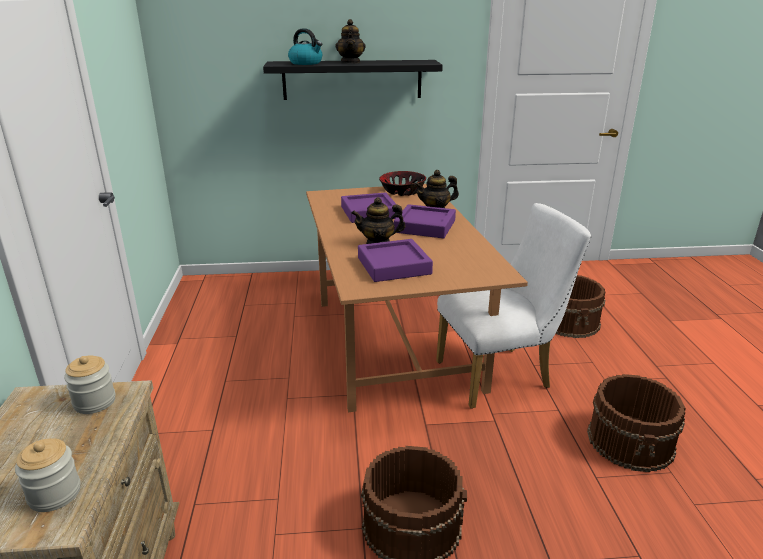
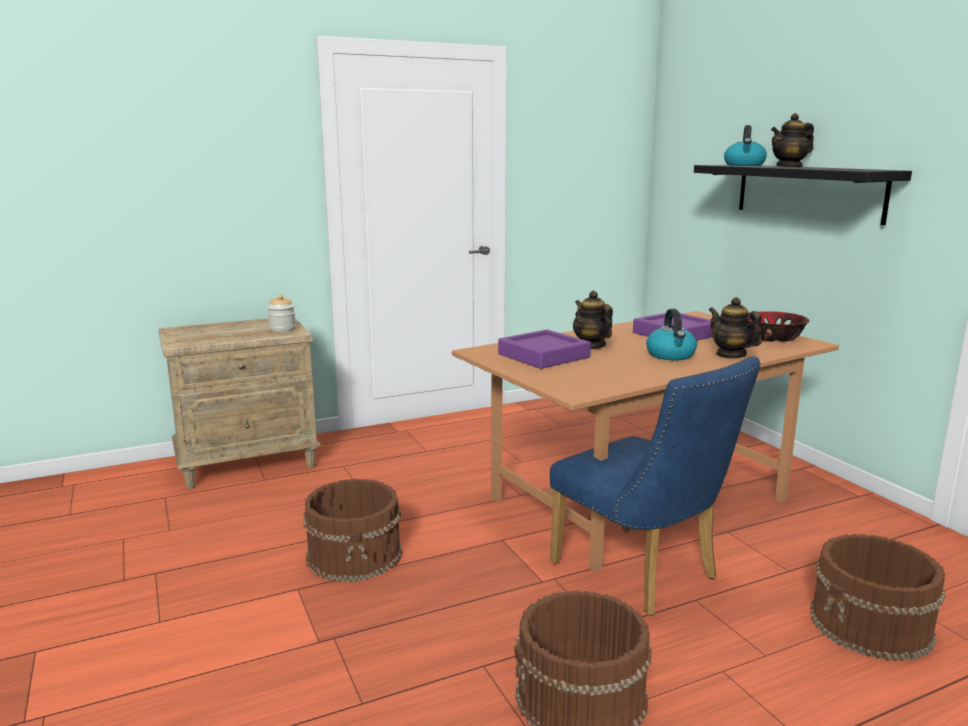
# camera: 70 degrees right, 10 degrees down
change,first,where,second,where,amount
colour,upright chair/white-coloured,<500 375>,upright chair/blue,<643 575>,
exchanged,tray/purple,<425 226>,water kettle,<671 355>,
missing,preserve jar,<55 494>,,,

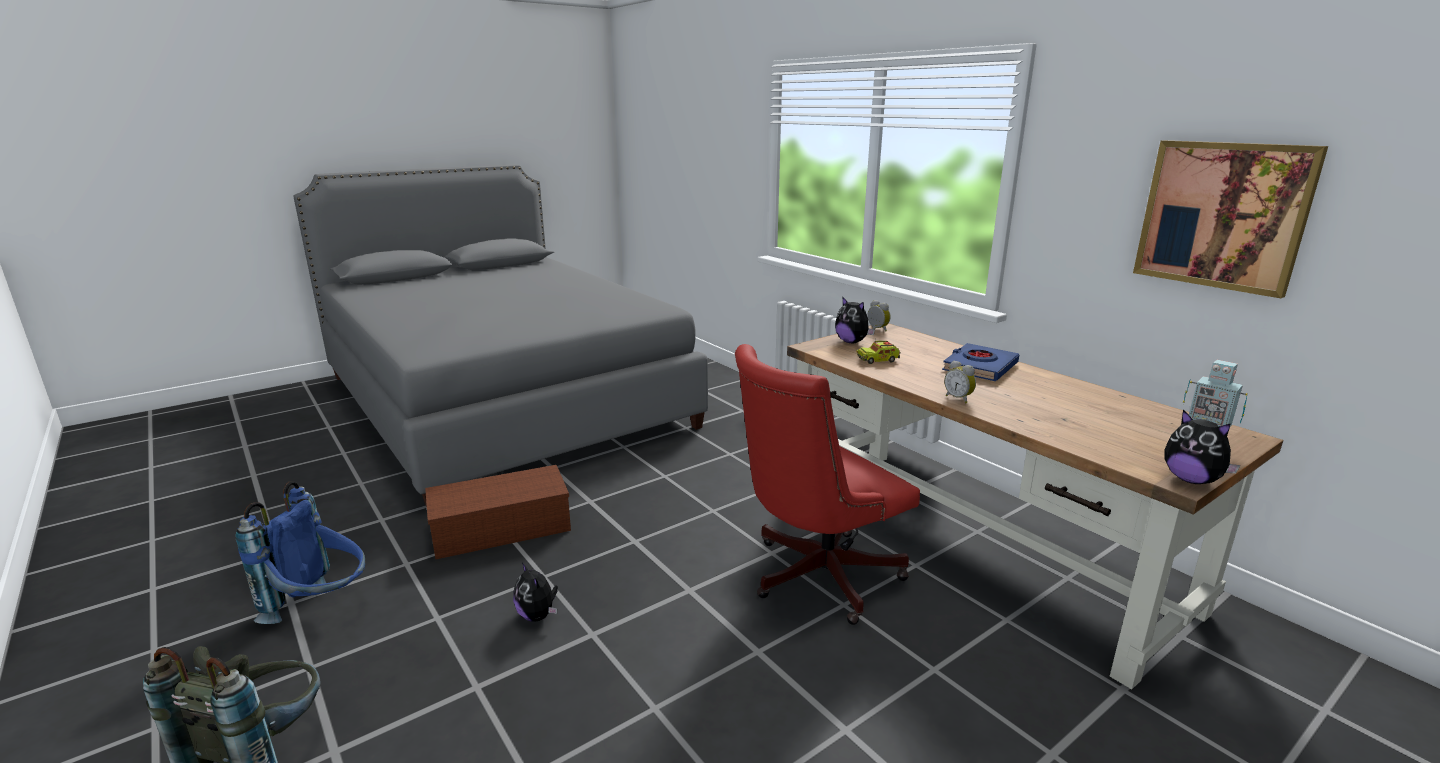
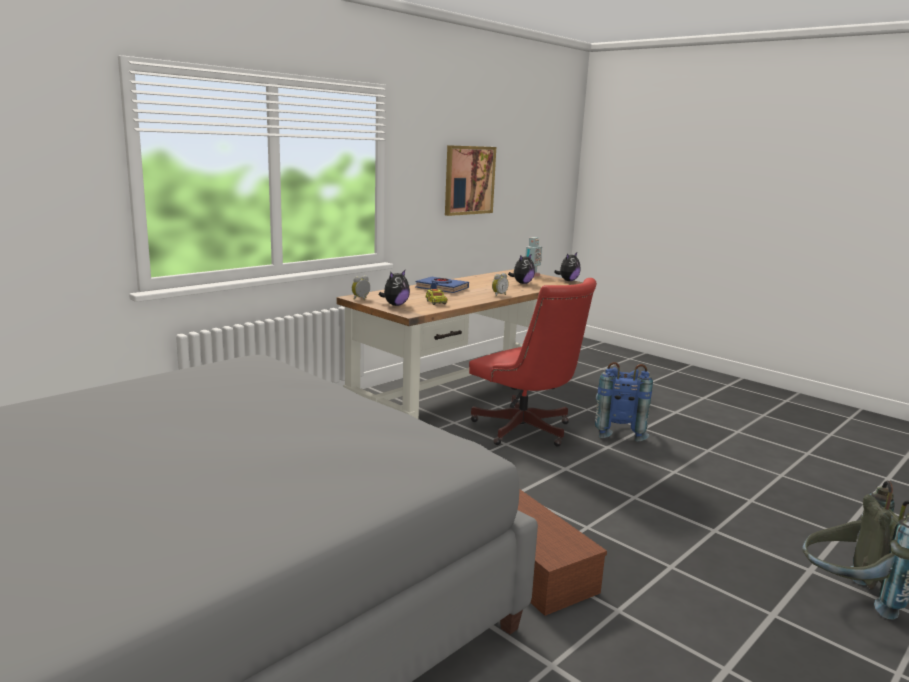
# camera: 100 degrees left, 5 degrees down
change,first,where,second,where,amount
relocated,knapsack/blue,<322 608>,,<617 431>,
relocated,plush toy,<538 615>,,<522 283>,

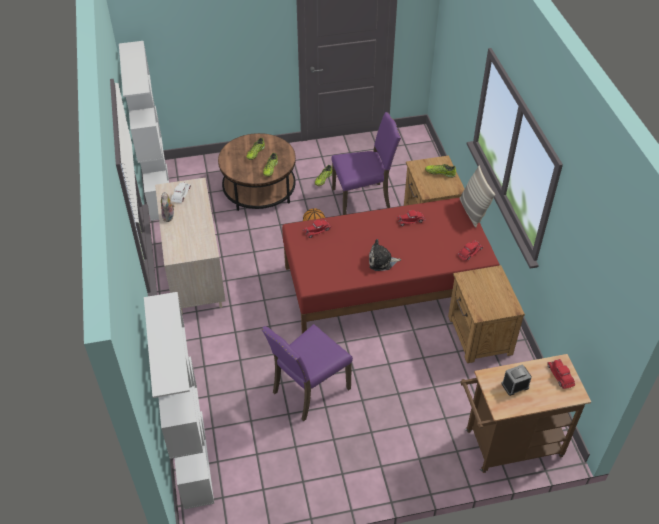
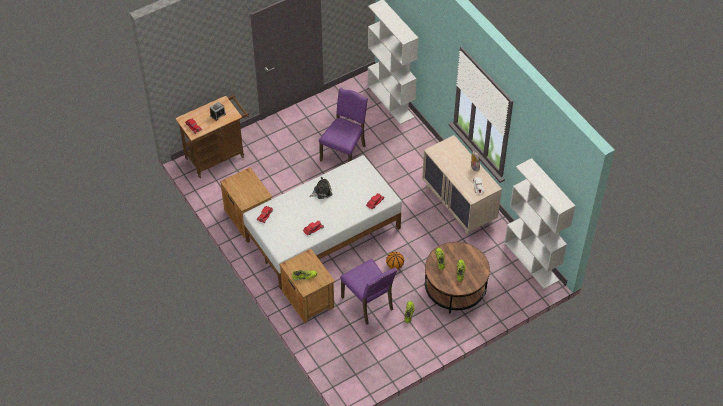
# camera: 160 degrees right, 5 degrees up
change,first,where,second,where,amount
spun,upright chair/purple,<362 199>,,<369 303>,90 degrees counterclockwise
missing,pillow,<472 212>,,,
colour,bed/reddish,<386 286>,bed/white-coloured,<322 234>,

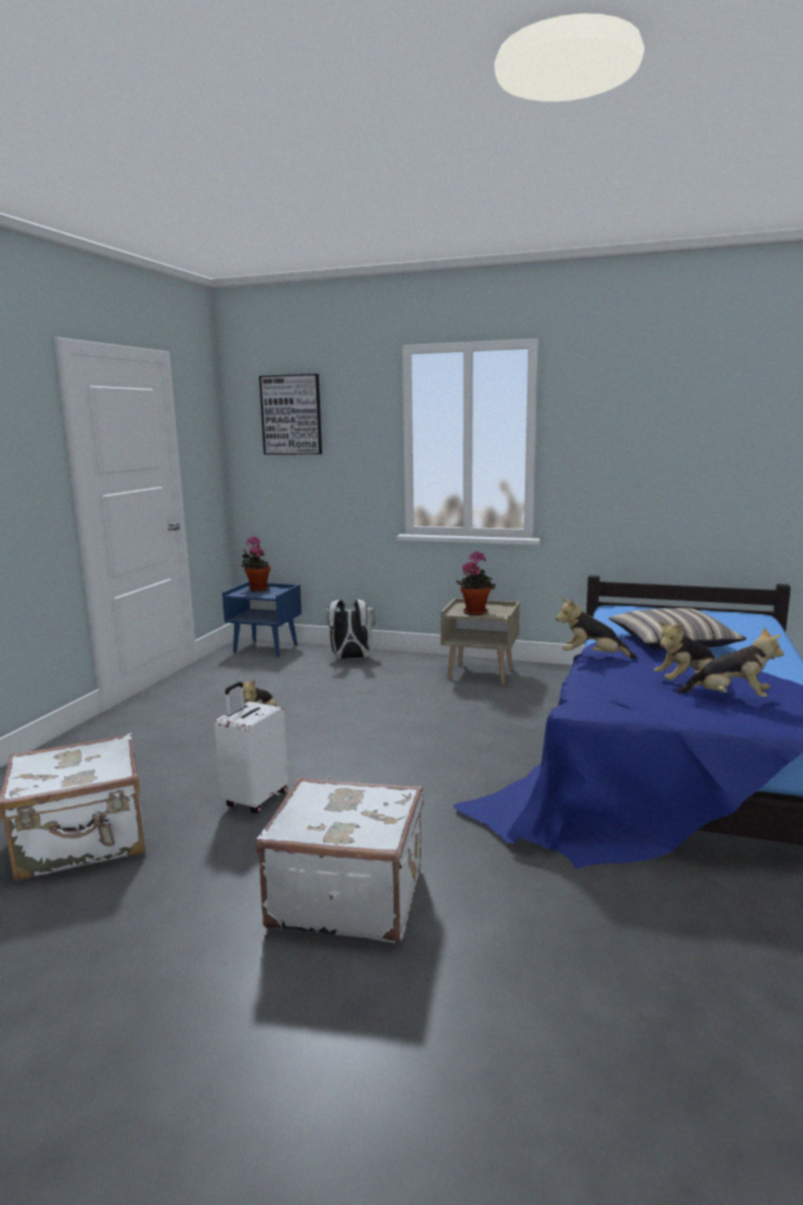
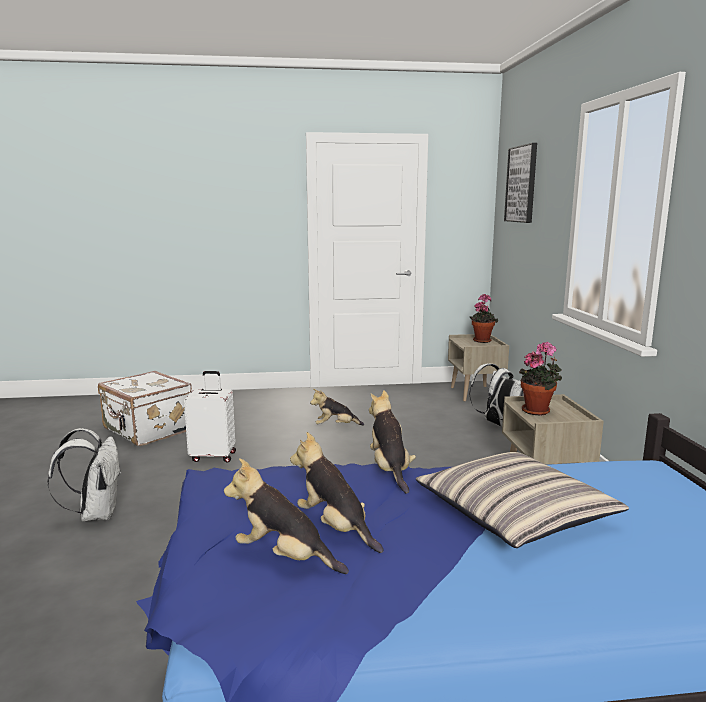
# camera: 65 degrees right, 0 degrees up
change,first,where,second,where,amount
colour,nightstand/blue,<266 648>,nightstand/beige,<475 393>,
spun,plush toy,<730 698>,,<284 557>,120 degrees clockwise
exchanged,suitcase/white-coloured,<347 896>,knapsack/white-coloured,<96 514>,

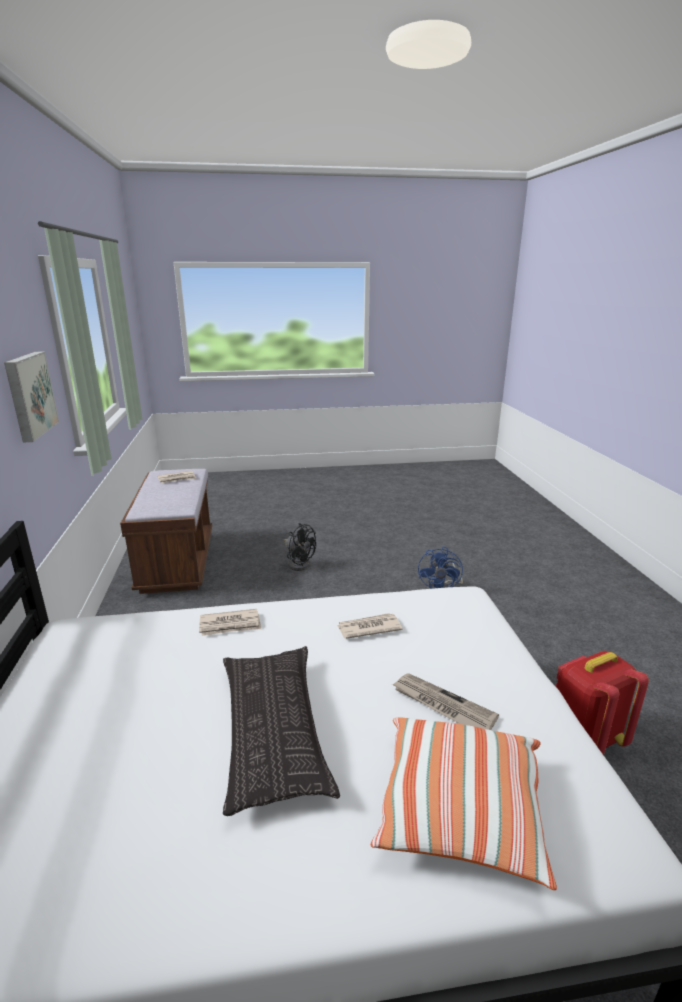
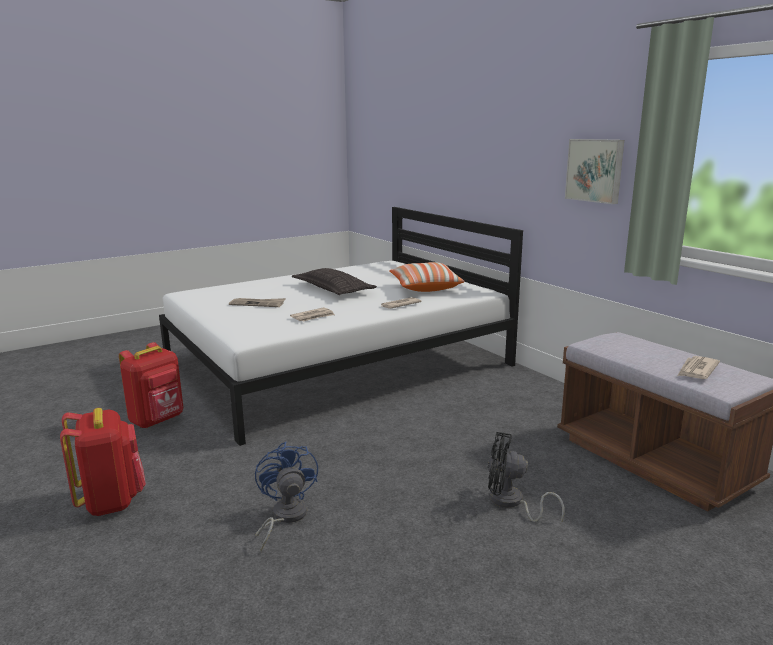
# camera: 155 degrees right, 5 degrees down
change,first,where,second,where,amount
relocated,pillow,<461 811>,,<424 288>,
appeared,,,knapsack/reddish,<111 501>,

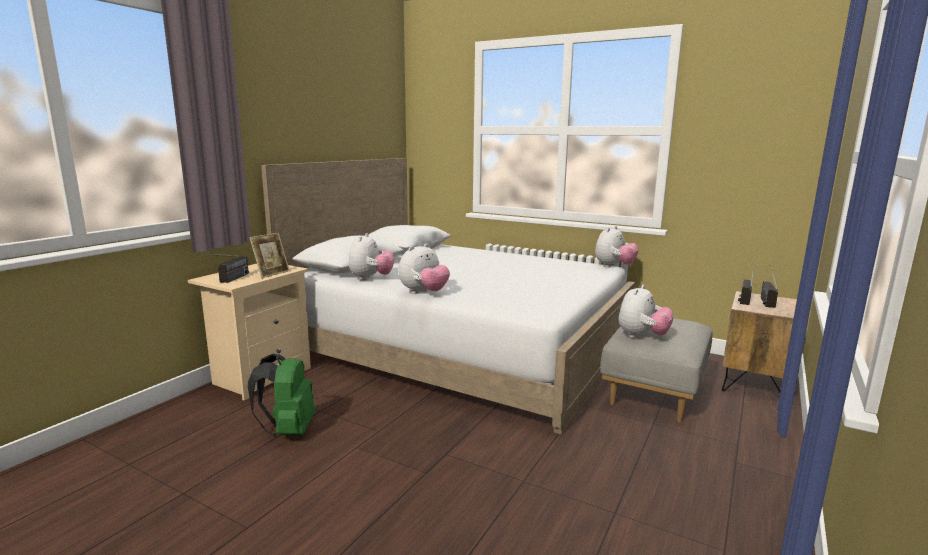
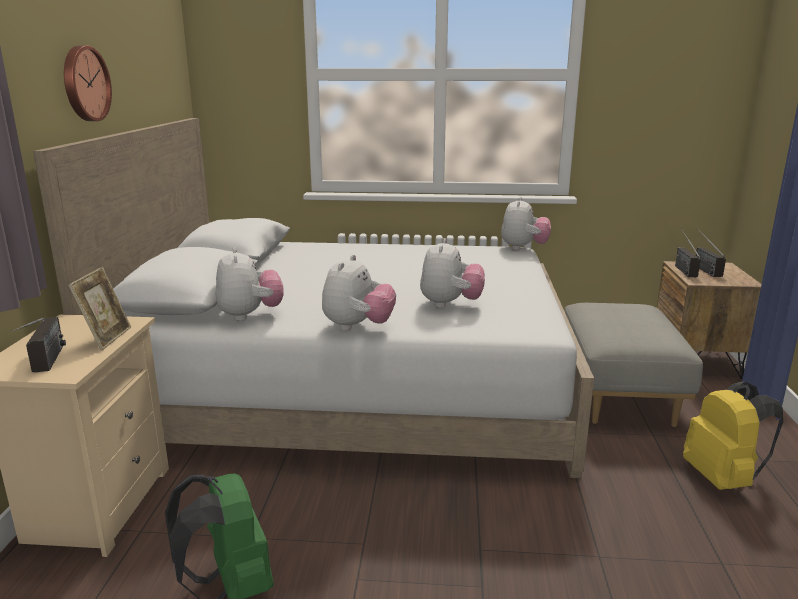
# camera: 25 degrees left, 5 degrees up
change,first,where,second,where,amount
relocated,plush toy,<642 336>,,<450 304>,
appeared,,,hanging clock,<84 84>,
appeared,,,knapsack/yellow,<723 479>,

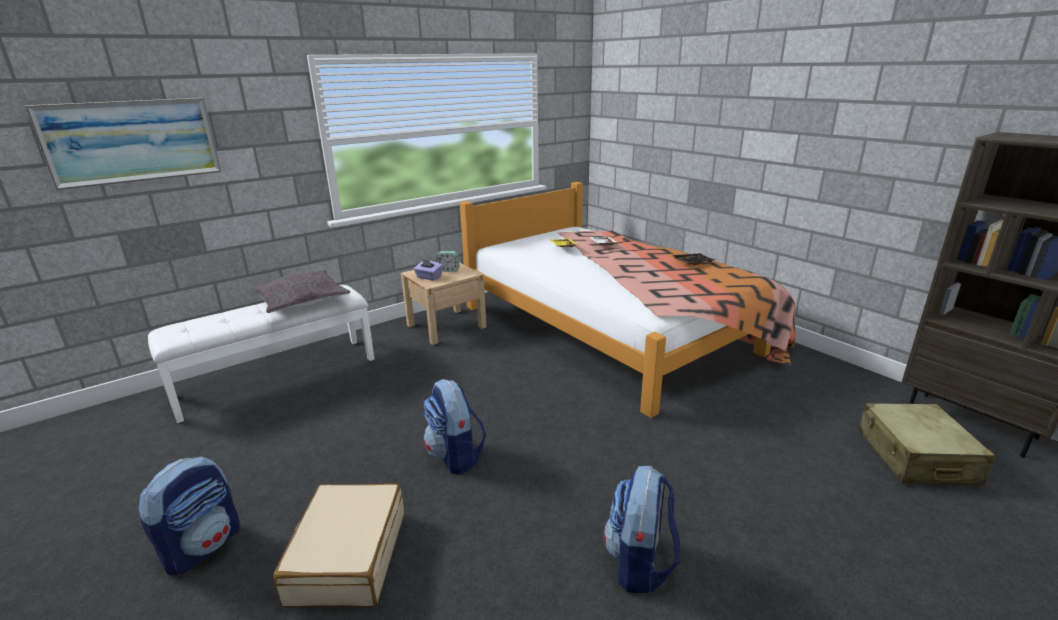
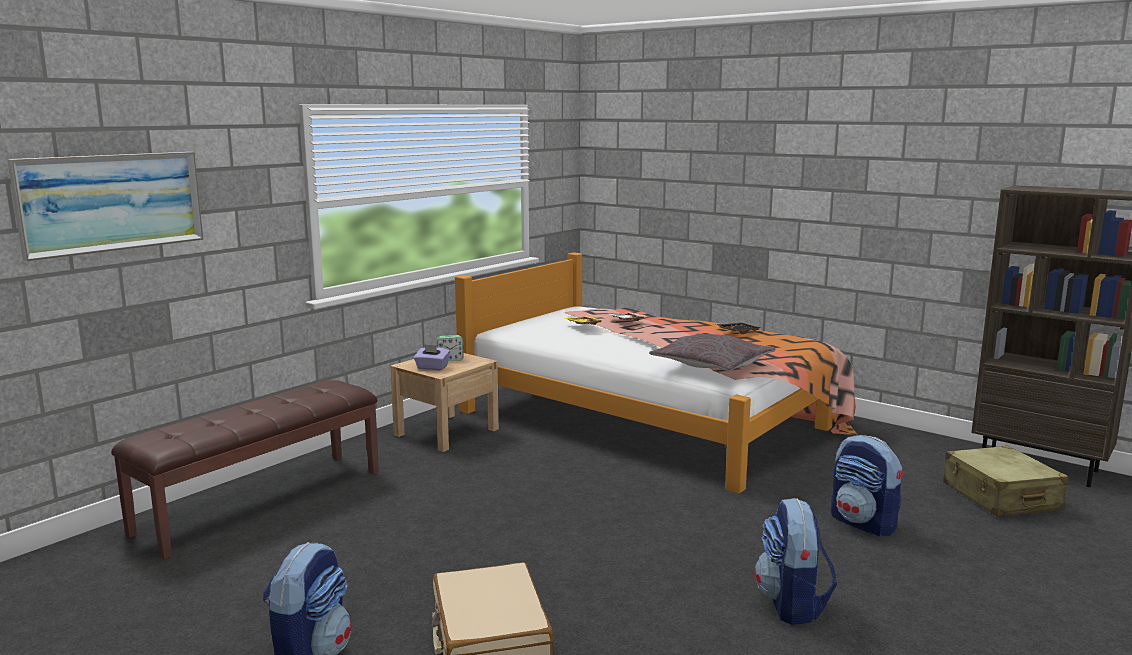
# camera: 15 degrees left, 10 degrees down
change,first,where,second,where,amount
relocated,pillow/greyish,<301 301>,,<712 365>,
colour,long seat/white-coloured,<277 376>,long seat/brown-coloured,<261 501>,
relocated,knapsack,<456 456>,,<864 523>,

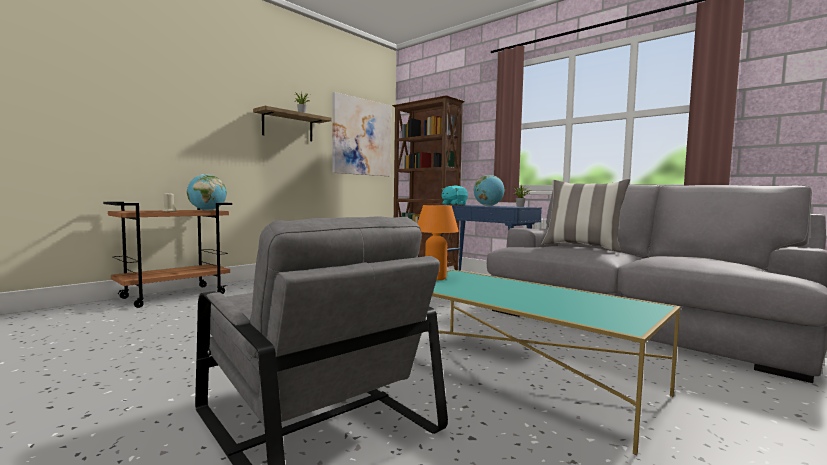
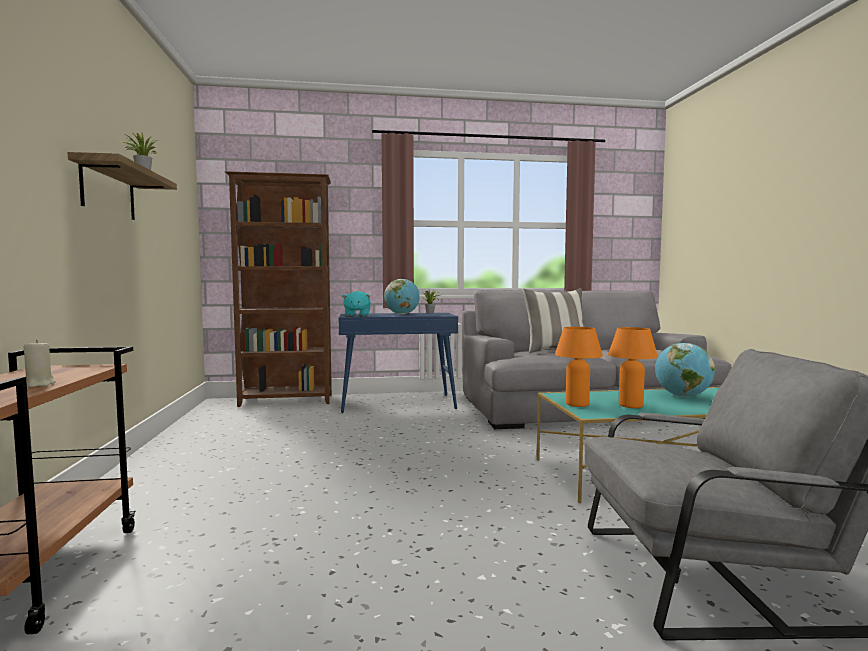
# camera: 50 degrees left, 0 degrees up
change,first,where,second,where,amount
missing,picture,<362 137>,,,
relocated,world globe,<207 210>,,<682 396>,
appeared,,,table lamp/orange,<630 405>,

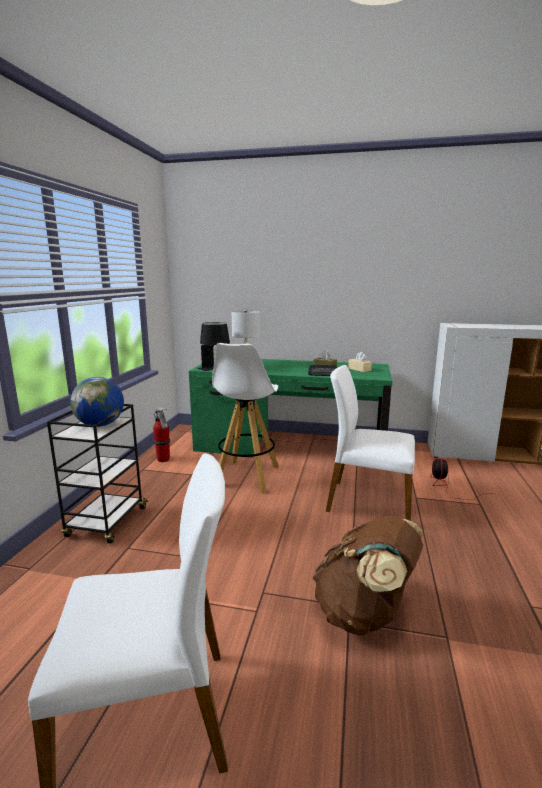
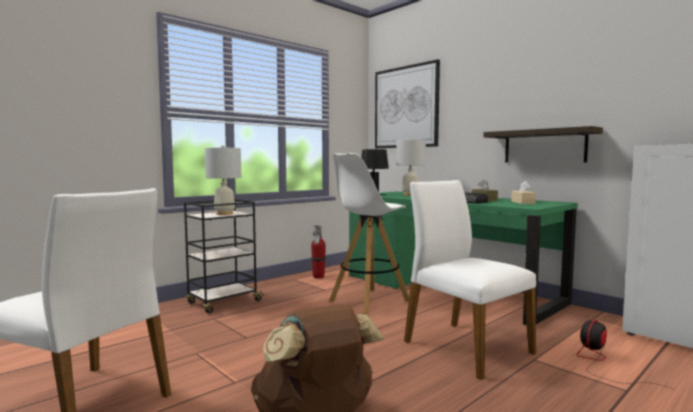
# camera: 35 degrees right, 10 degrees down
change,first,where,second,where,amount
exchanged,world globe,<100 425>,table lamp/white-coloured,<224 214>,
appeared,,,picture,<406 107>,
appeared,,,wall shelf,<544 146>,

